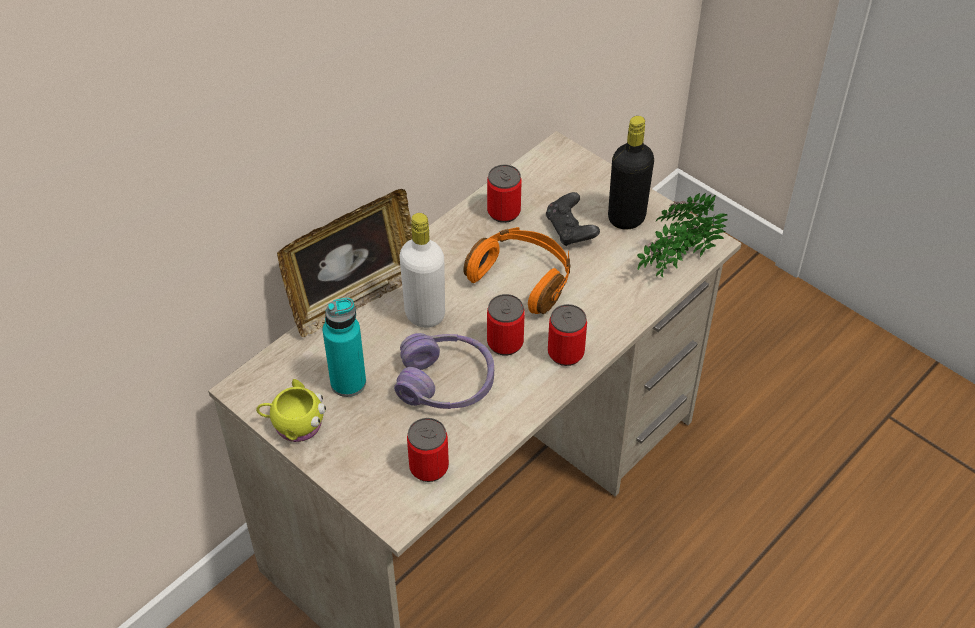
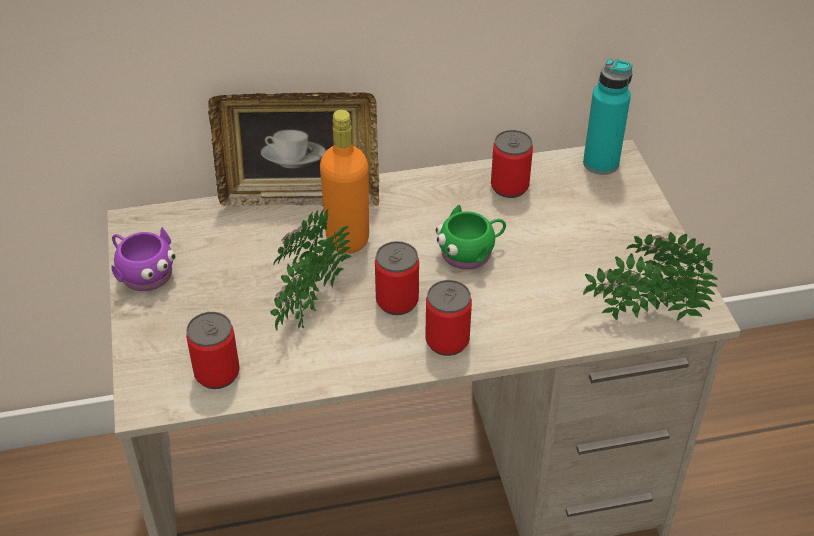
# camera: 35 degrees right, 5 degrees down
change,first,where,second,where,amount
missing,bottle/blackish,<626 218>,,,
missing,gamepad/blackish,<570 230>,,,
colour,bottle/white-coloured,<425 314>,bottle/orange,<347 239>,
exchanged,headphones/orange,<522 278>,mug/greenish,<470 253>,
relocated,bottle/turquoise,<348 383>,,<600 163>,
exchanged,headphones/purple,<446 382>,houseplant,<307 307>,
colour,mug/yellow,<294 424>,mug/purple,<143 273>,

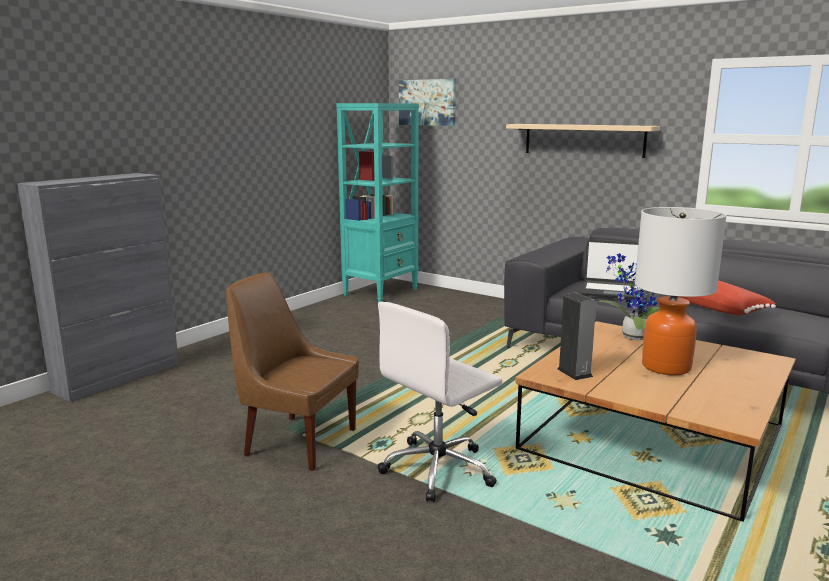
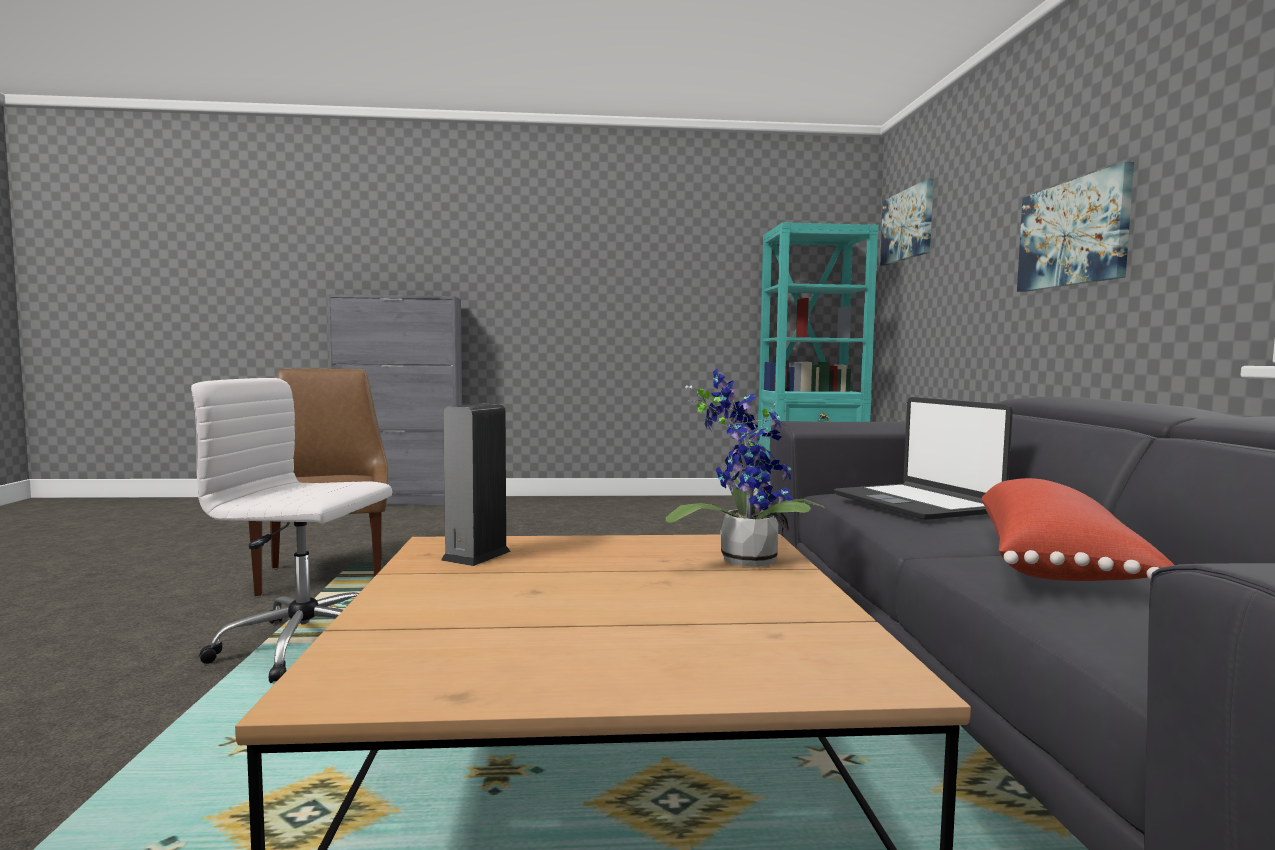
# camera: 50 degrees right, 10 degrees down
change,first,where,second,where,amount
exchanged,wall shelf/beige,<583 140>,picture,<1073 233>,
missing,table lamp,<666 367>,,,

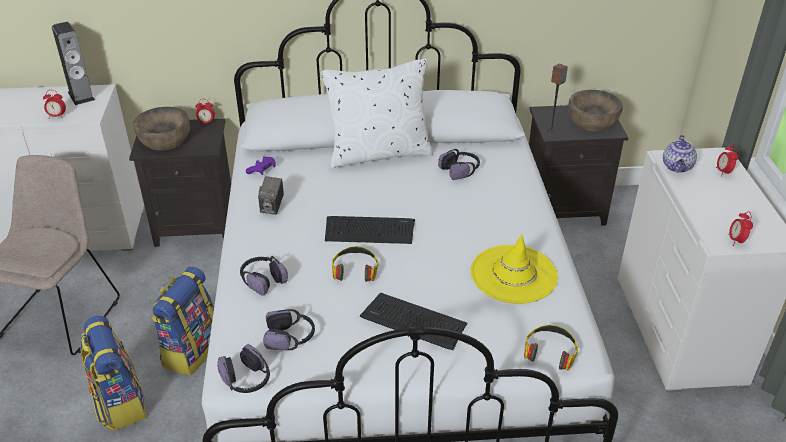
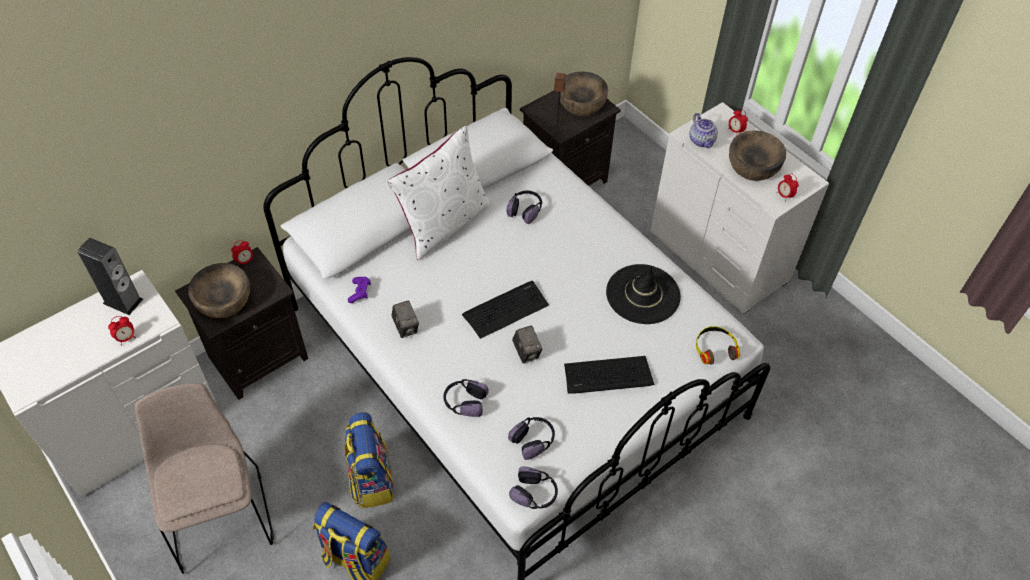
# camera: 35 degrees left, 15 degrees up
change,first,where,second,where,amount
colour,hat/yellow,<513 274>,hat/blackish,<642 294>,
exchanged,headphones,<355 269>,still camera,<526 352>,
appeared,,,serving bowl/brown-coloured,<753 166>,

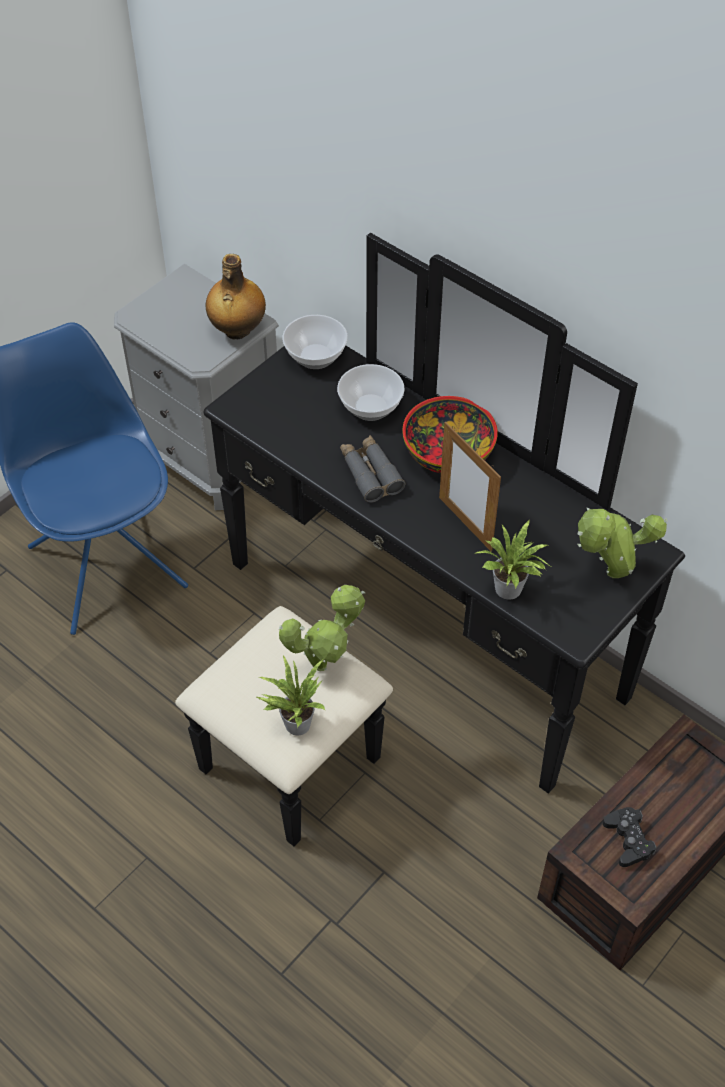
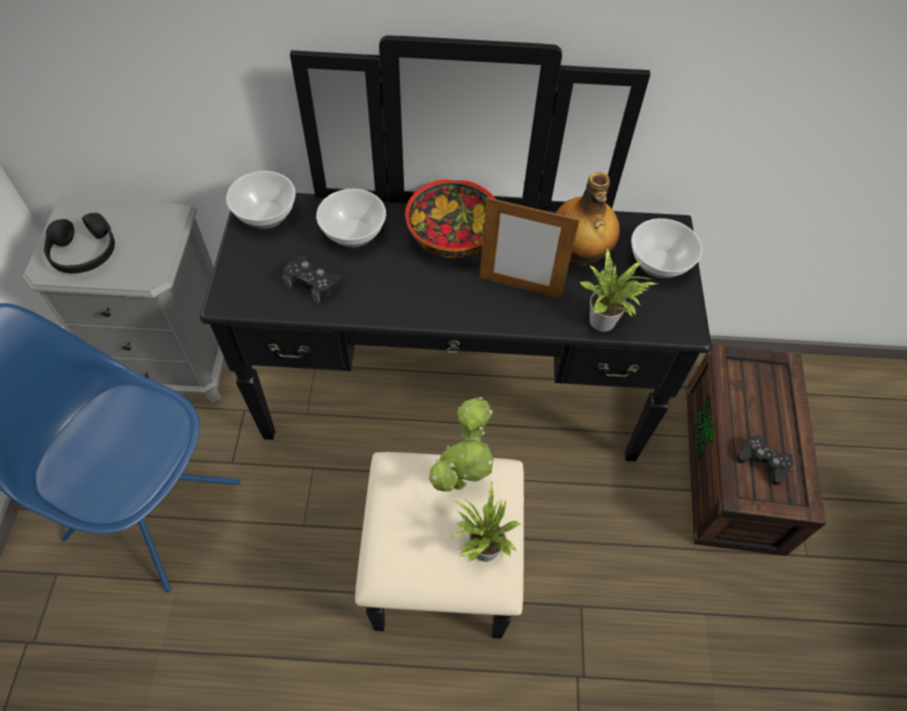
# camera: 40 degrees left, 5 degrees up
change,first,where,second,where,amount
relocated,bottle,<237 330>,,<577 255>,
missing,binoculars/greyish,<370 473>,,,
exchanged,houseplant,<609 575>,serving bowl,<660 264>,
appeared,,,headphones/blackish,<84 252>,
appeared,,,gamepad/blackish,<313 283>,

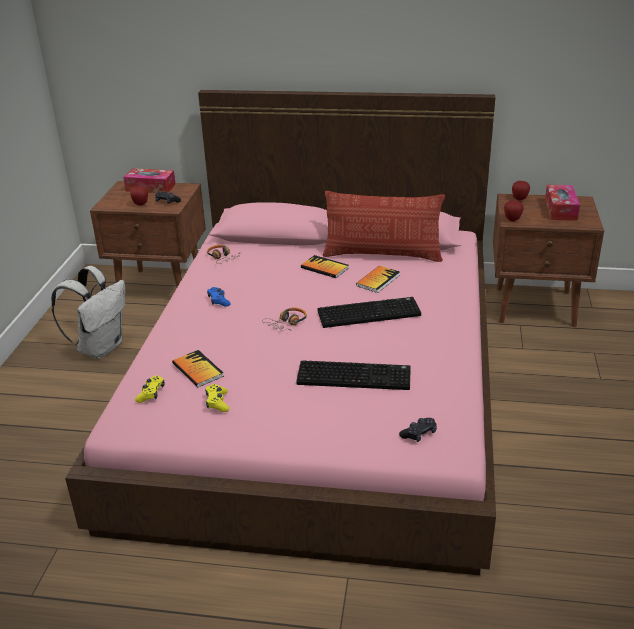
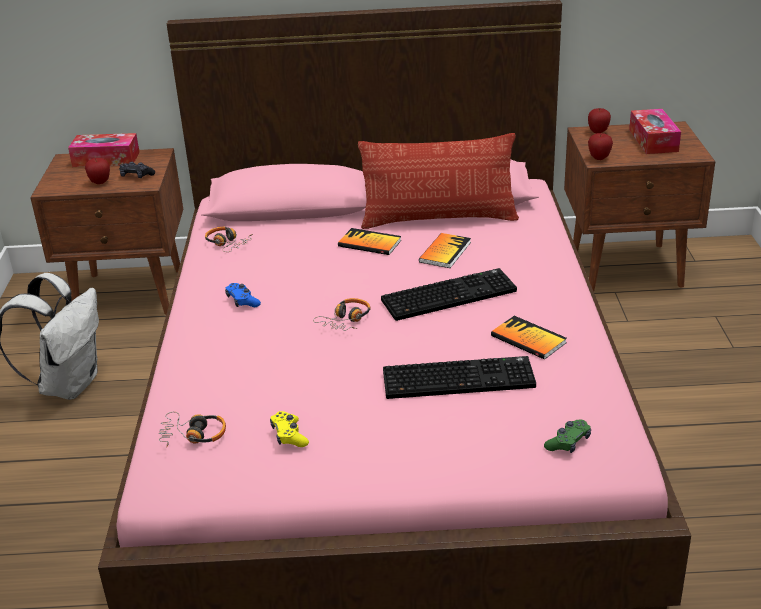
# camera: 10 degrees left, 0 degrees up
change,first,where,second,where,amount
relocated,bound book,<197 370>,,<528 339>,
exchanged,gamepad/yellow,<151 393>,headphones,<193 435>,
colour,gamepad/blackish,<419 434>,gamepad/greenish,<568 442>,

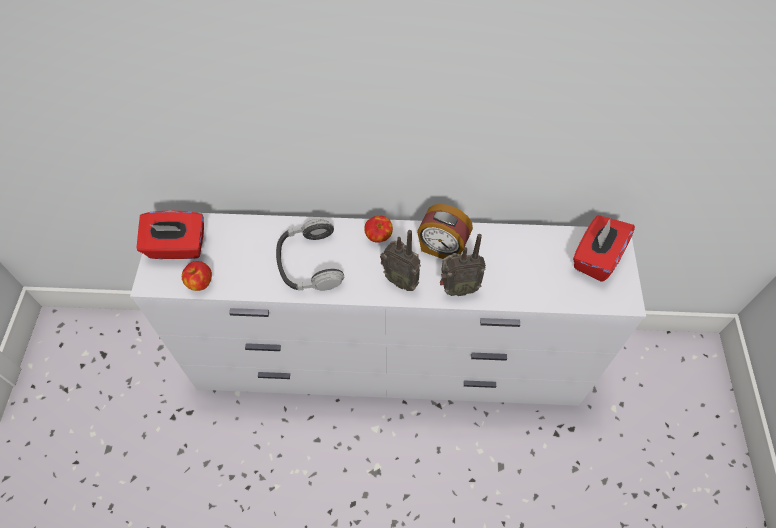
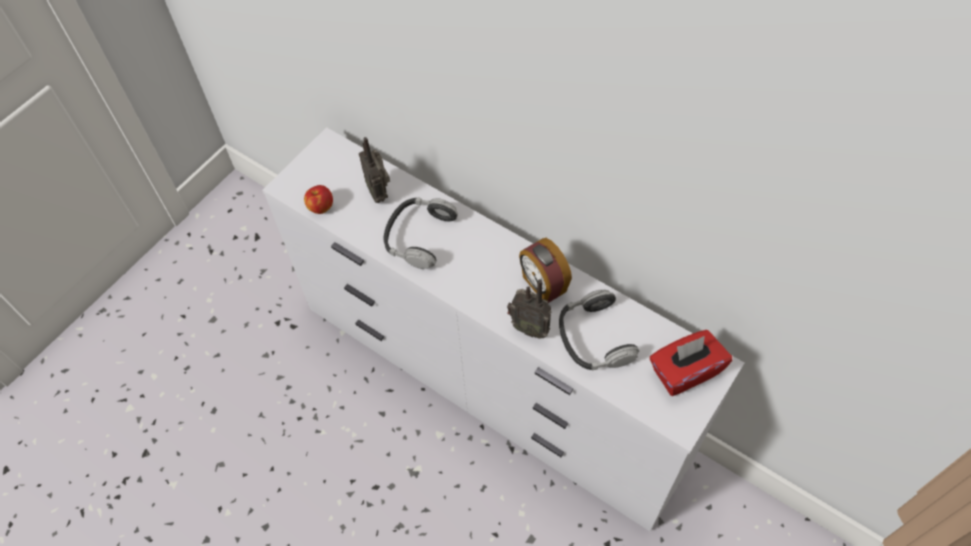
# camera: 35 degrees right, 0 degrees up
change,first,where,second,where,amount
missing,tissue holder/reddish,<177 247>,,,
missing,whole apple,<378 237>,,,
relocated,radio receiver,<401 280>,,<379 192>,
appeared,,,headphones,<594 338>,

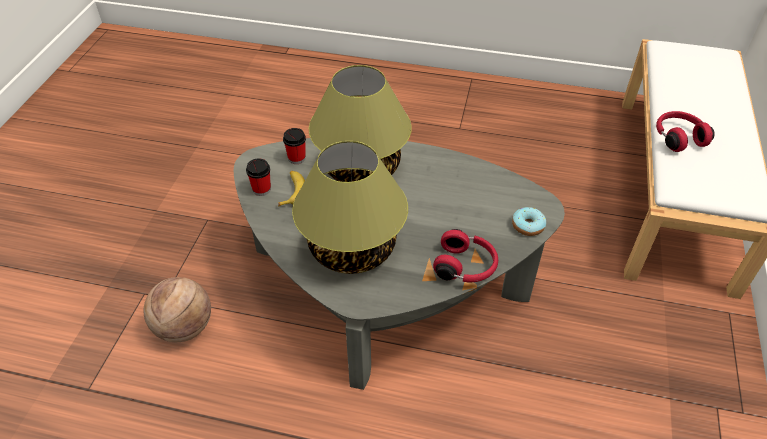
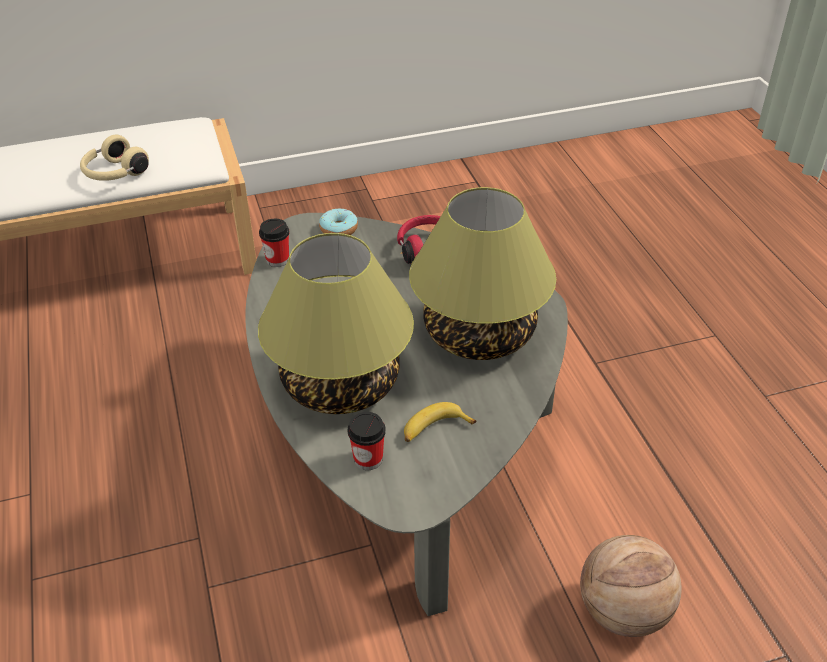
# camera: 120 degrees left, 5 degrees down
change,first,where,second,where,amount
colour,headphones/reddish,<678 138>,headphones/beige,<114 173>,
relocated,small cup,<261 189>,,<277 260>,

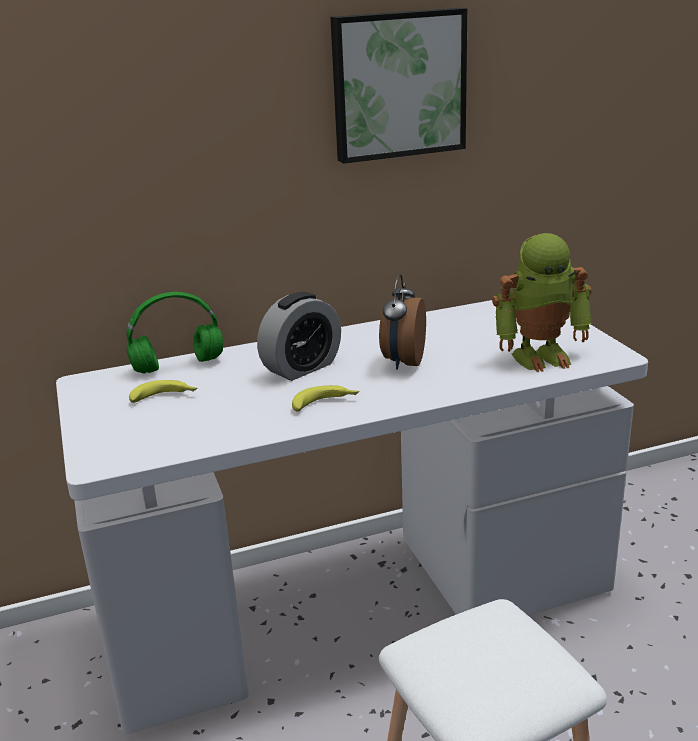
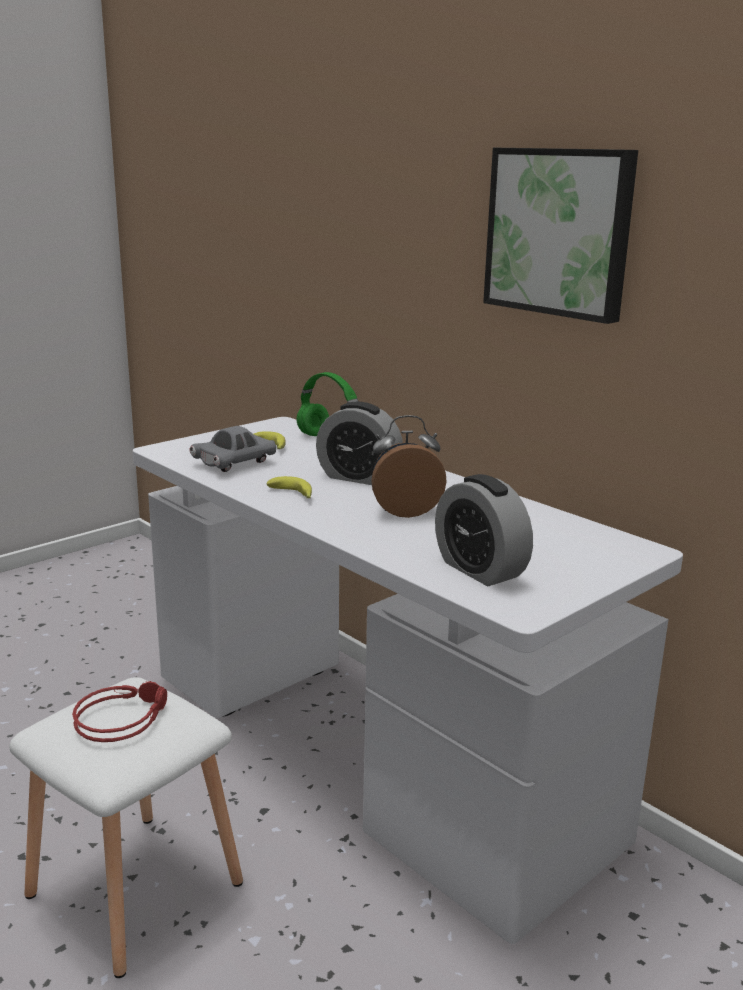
# camera: 65 degrees right, 5 degrees down
change,first,where,second,where,amount
exchanged,robot figure,<540 356>,alarm clock,<480 570>,
appeared,,,miniature car/greyish,<234 464>,
appeared,,,headphones/reddish,<121 718>,

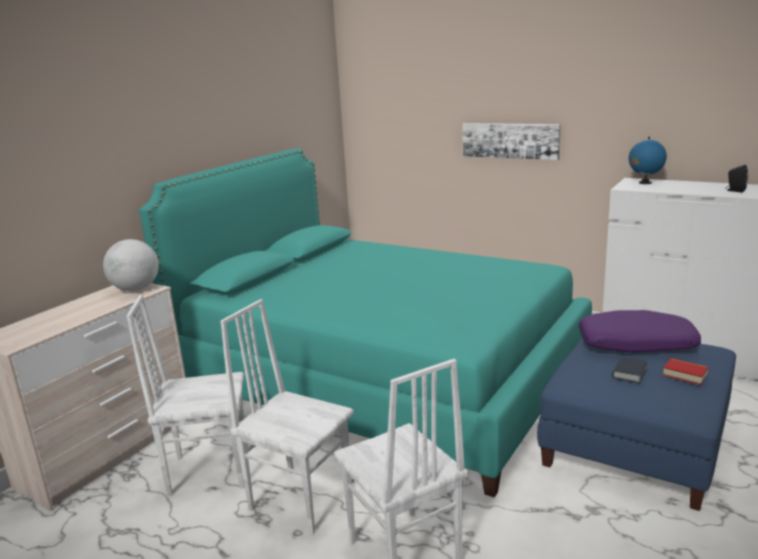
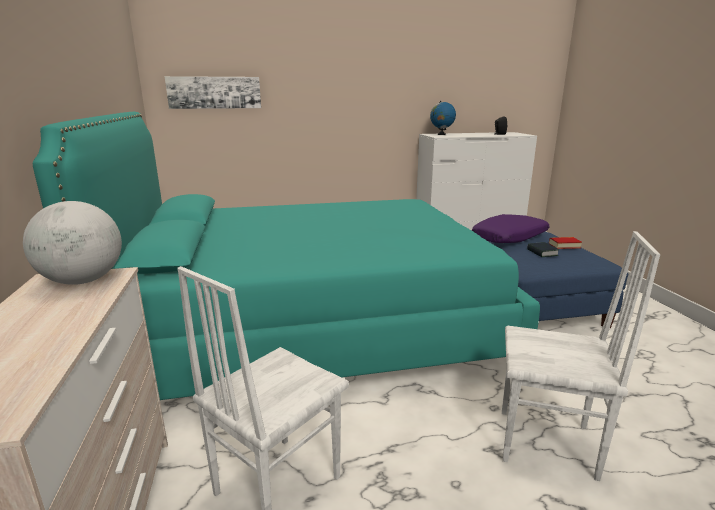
# camera: 45 degrees left, 0 degrees up
change,first,where,second,where,amount
relocated,picture,<510 140>,,<214 92>,
missing,upright chair/white-coloured,<301 499>,,,

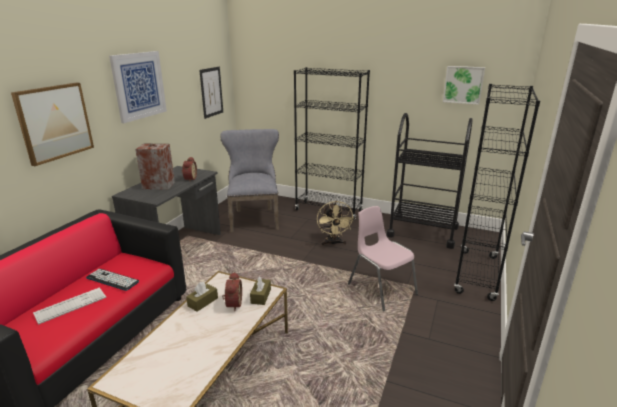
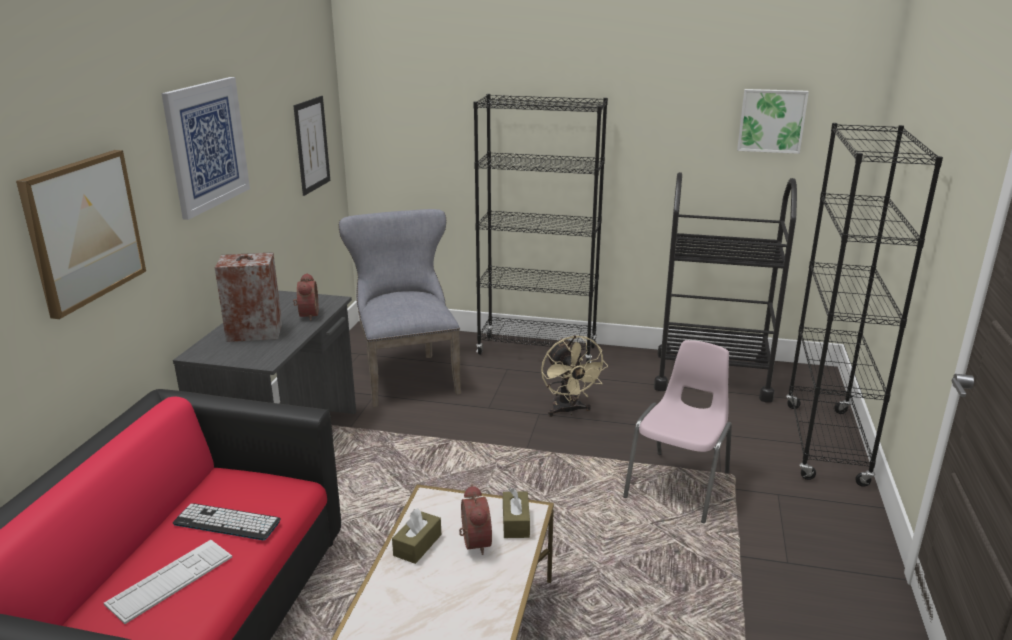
# camera: 10 degrees left, 0 degrees up
change,first,where,second,where,amount
spun,upright chair/pink-coloured,<381 289>,,<679 485>,75 degrees clockwise

